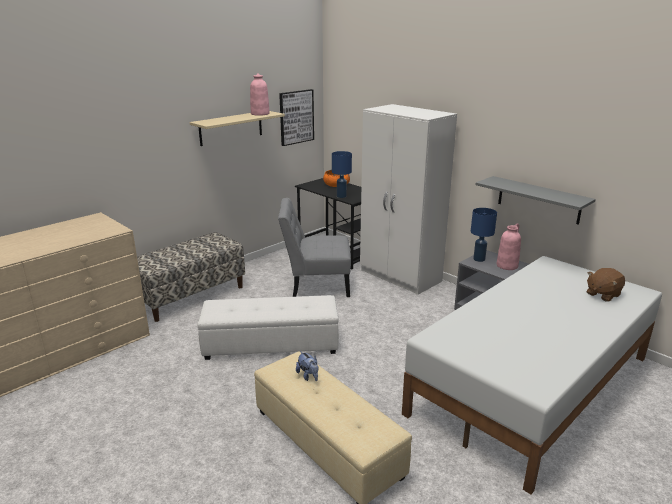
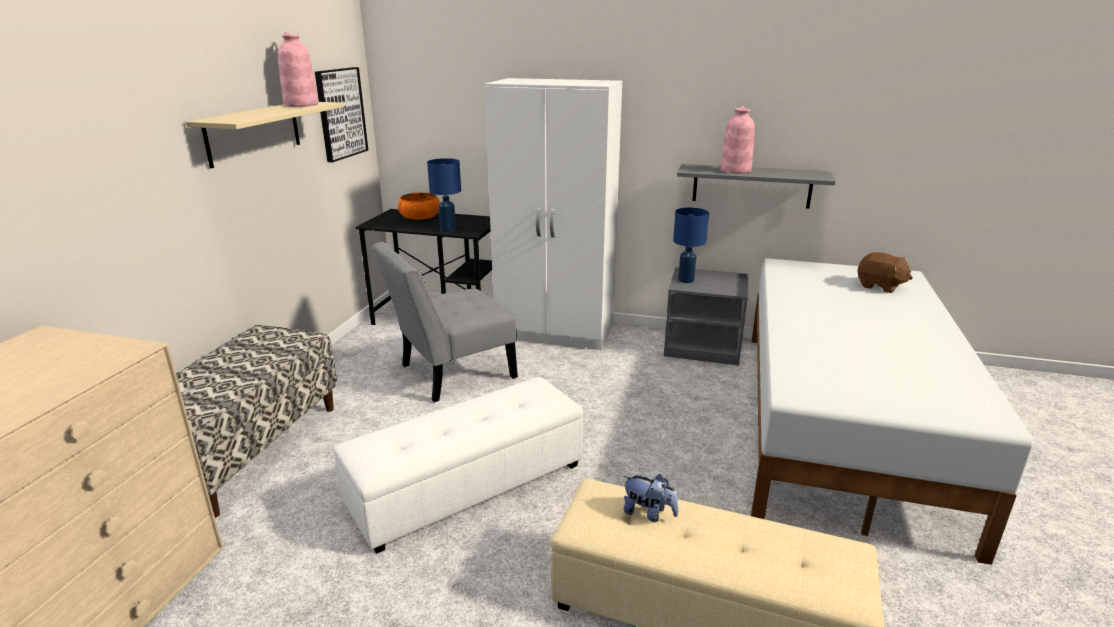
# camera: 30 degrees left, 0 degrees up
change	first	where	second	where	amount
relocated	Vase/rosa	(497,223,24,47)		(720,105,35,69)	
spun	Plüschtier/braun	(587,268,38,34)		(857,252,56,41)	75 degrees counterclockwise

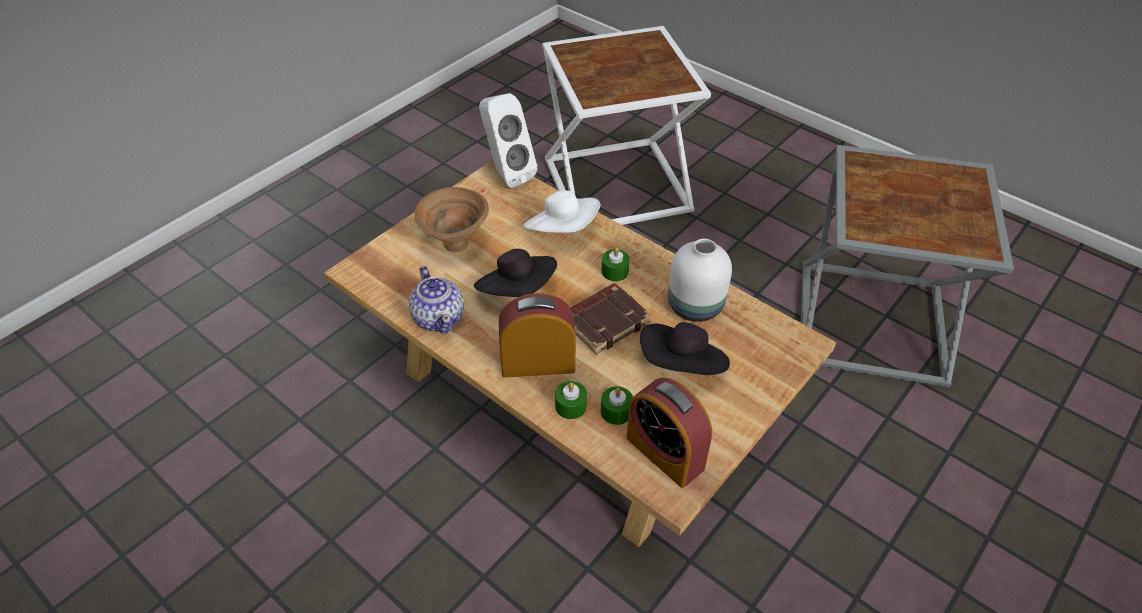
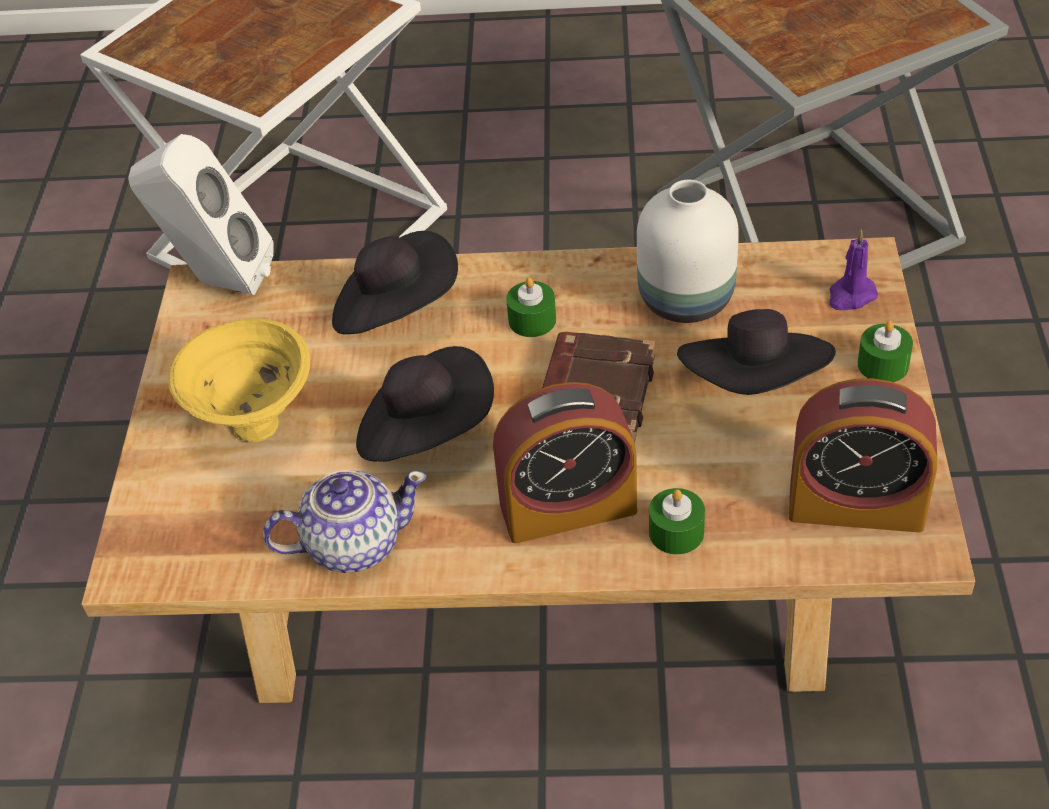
# camera: 35 degrees left, 0 degrees up
change	first	where	second	where	amount
colour	Schüssel/braun	(414,187,75,65)	Schüssel/gelb	(168,318,142,124)	
spun	Teekanne	(409,266,55,68)		(263,470,164,103)	45 degrees counterclockwise
colour	Hut/weiß	(523,190,77,43)	Hut/schwarz	(332,231,126,103)	
spun	Wecker	(499,293,77,85)		(493,382,144,161)	150 degrees counterclockwise
appeared			Kerze/lila	(829,229,49,81)	
relocated	Kerze/grün	(601,386,32,39)		(858,321,55,61)	

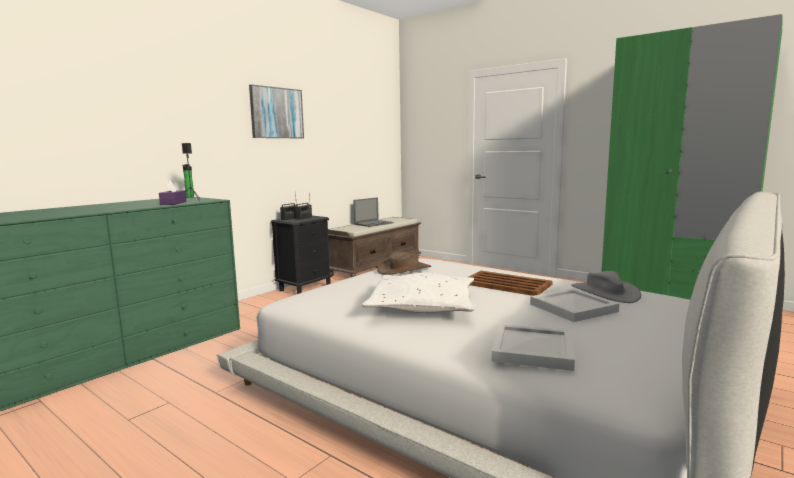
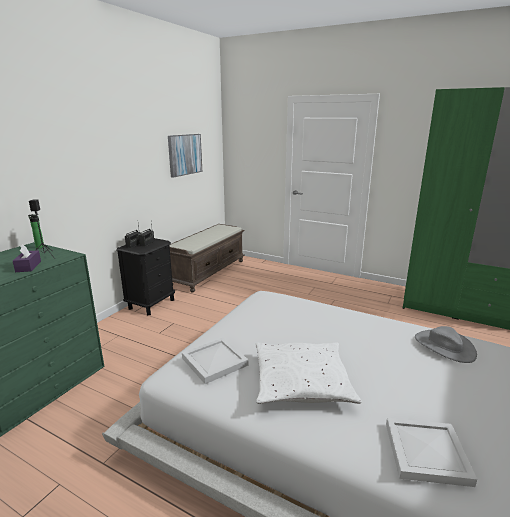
# camera: 10 degrees left, 10 degrees up
change	first	where	second	where	amount
relocated	Bild	(249,84,55,54)		(168,134,34,44)	
relocated	Tablett/weiß	(530,288,89,34)		(182,338,66,46)	
missing	Laptop	(353,197,40,30)			
missing	Hut/braun	(377,252,54,23)			
missing	Tablett/braun	(469,271,83,25)			

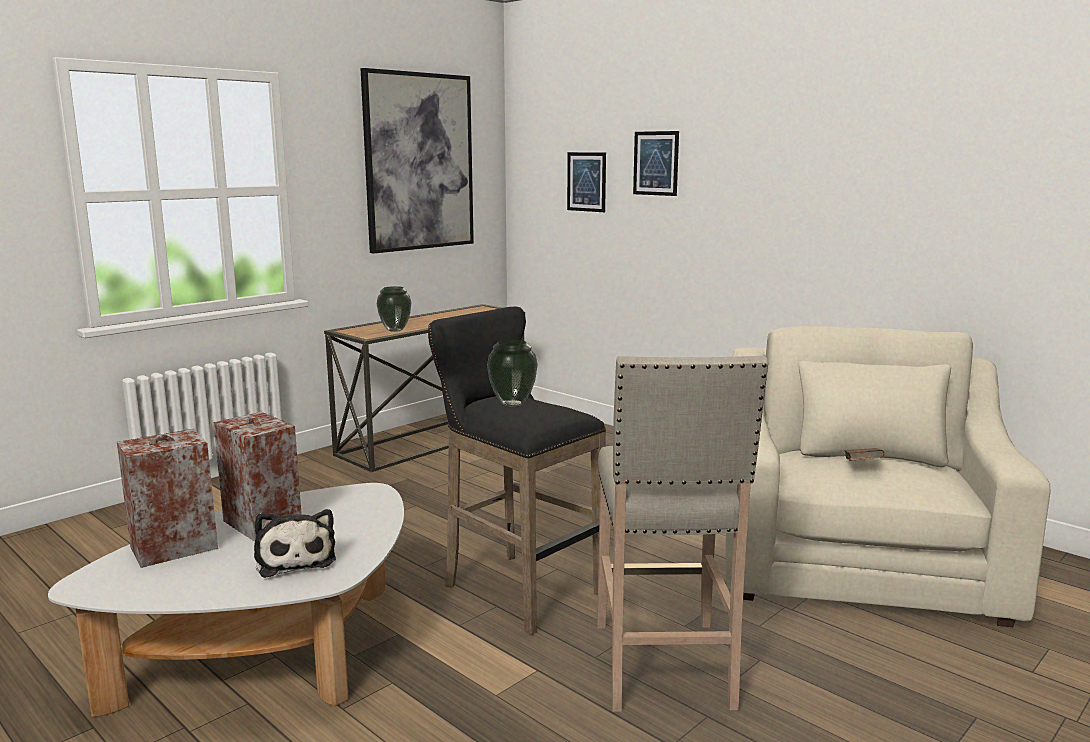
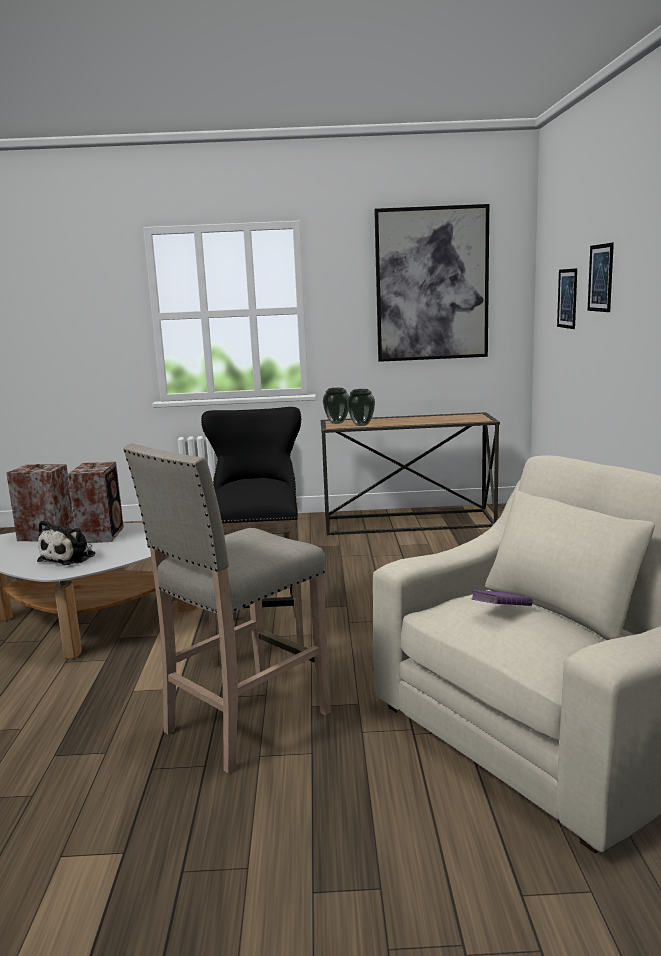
# camera: 45 degrees right, 0 degrees up
change	first	where	second	where	amount
relocated	Vase	(487,340,51,66)		(323,388,26,36)	
colour	Buch/braun	(844,448,40,13)	Buch/lila	(471,590,62,16)	

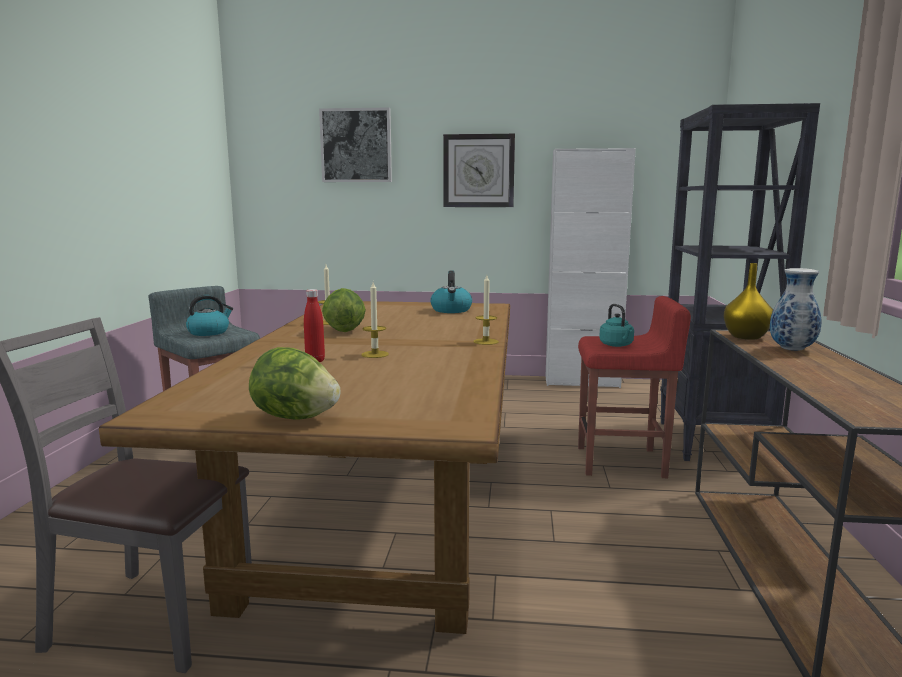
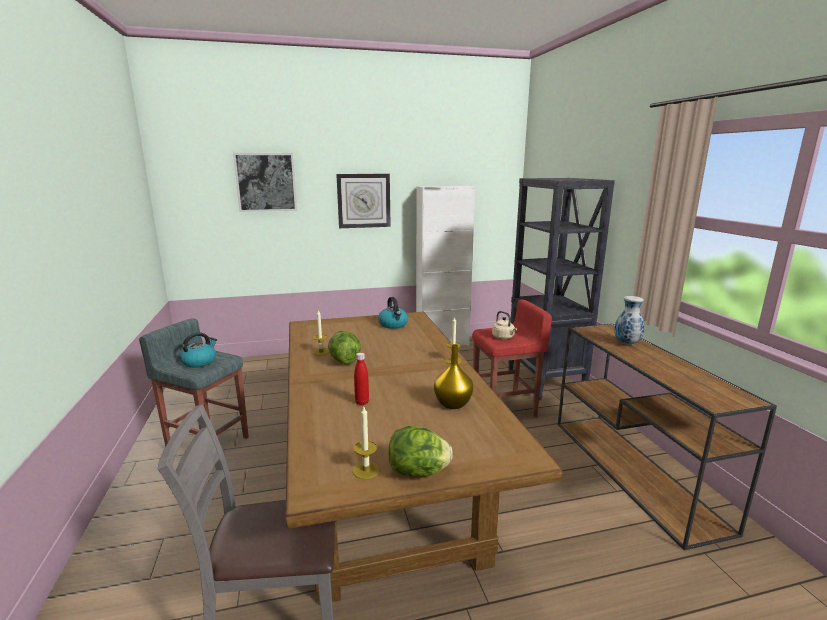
# camera: 20 degrees left, 5 degrees up
change	first	where	second	where	amount
relocated	Kerze	(361,282,28,76)		(353,407,27,72)	
relocated	Vase/gelb	(724,263,49,77)		(434,344,39,65)	
colour	Wasserkessel/türkis	(599,304,35,43)	Wasserkessel/beige	(492,311,25,28)	

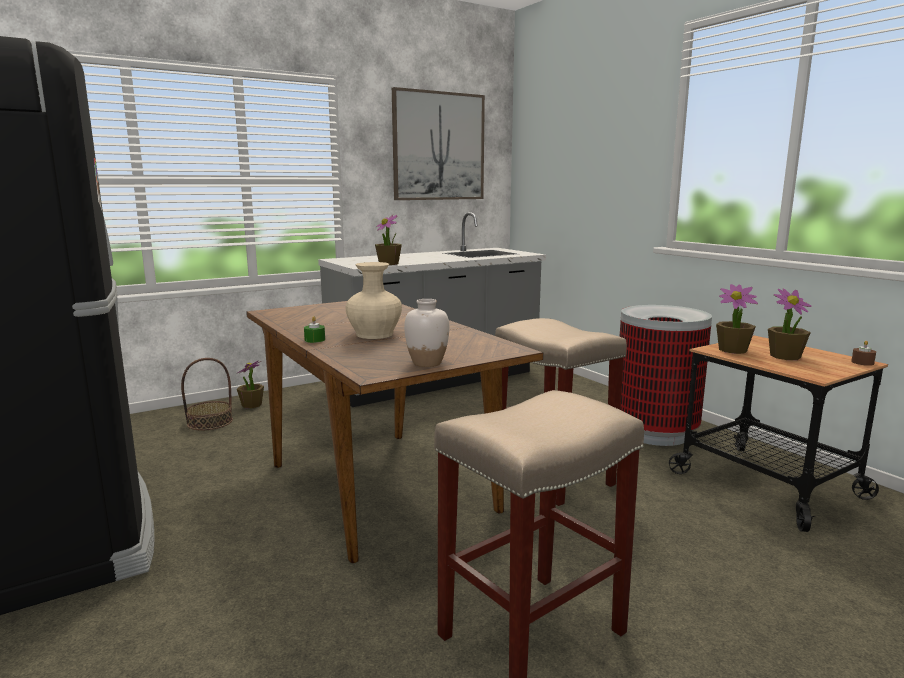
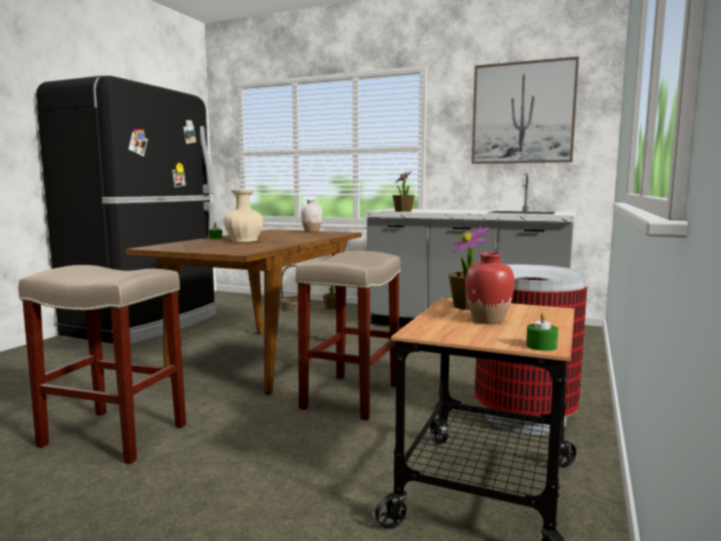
# camera: 55 degrees right, 5 degrees down
change	first	where	second	where	amount
relocated	Vase/weiß	(404,299,45,68)		(301,200,22,32)	
exchanged	Topfpflanze	(768,289,44,71)	Vase/rot	(465,252,49,72)	
colour	Kerze/braun	(851,340,25,26)	Kerze/grün	(526,312,32,39)	

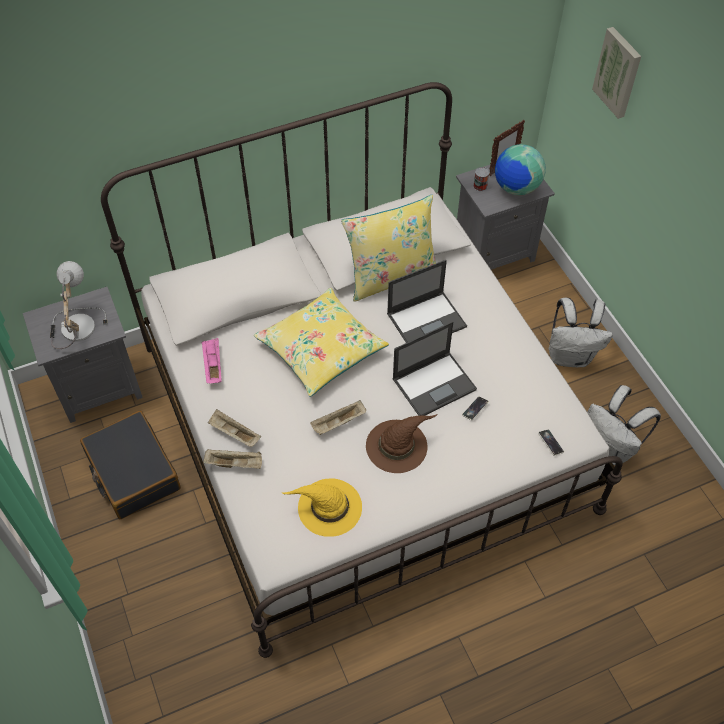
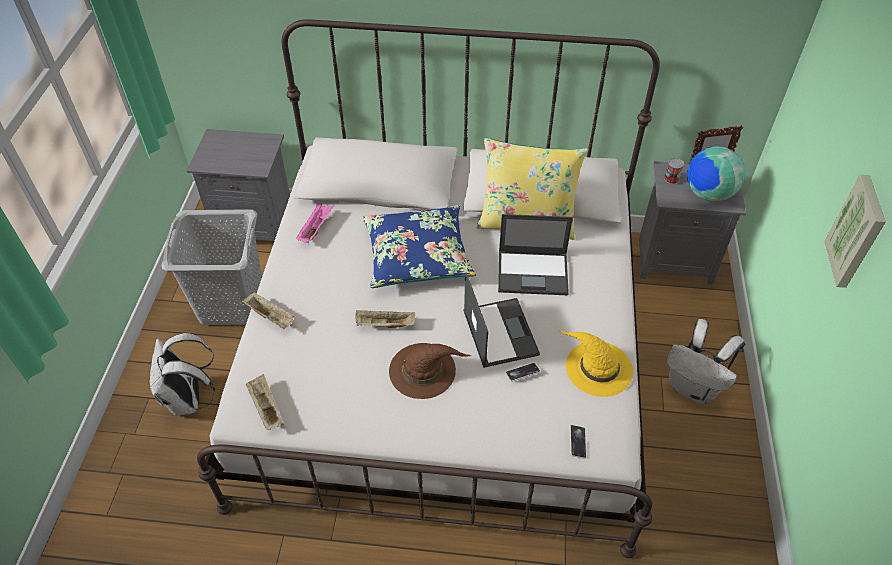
# camera: 30 degrees right, 5 degrees down
change	first	where	second	where	amount
relocated	Rucksack/weiß	(587,385,74,80)		(150,333,65,83)	
exchanged	Koffer/schwarz	(80,411,101,108)	Wäschekorb/grau	(162,209,100,115)	
relocated	Tablett/beige	(208,409,53,38)		(246,374,38,56)	
colour	Kissen/gelb	(254,288,135,109)	Kissen/blau	(362,205,114,83)	
spun	Laptop	(392,321,85,95)		(464,273,76,95)	105 degrees counterclockwise
relocated	Hut/gelb	(282,479,80,58)		(559,330,74,67)	
relocated	Bild	(592,27,49,92)		(824,175,62,113)	
missing	Tischlampe	(50,261,58,88)			

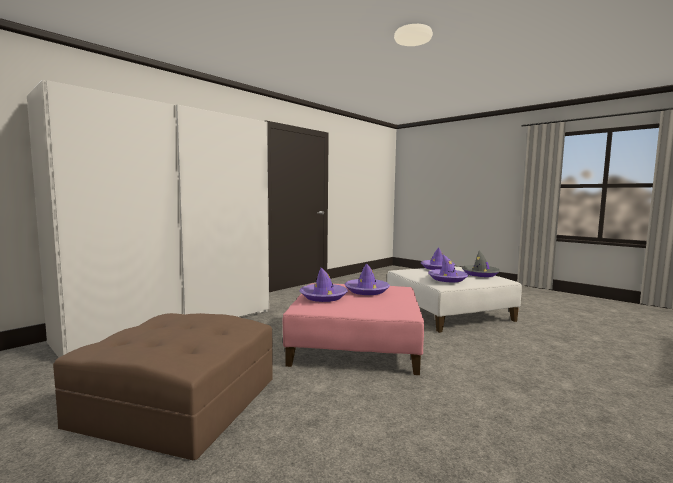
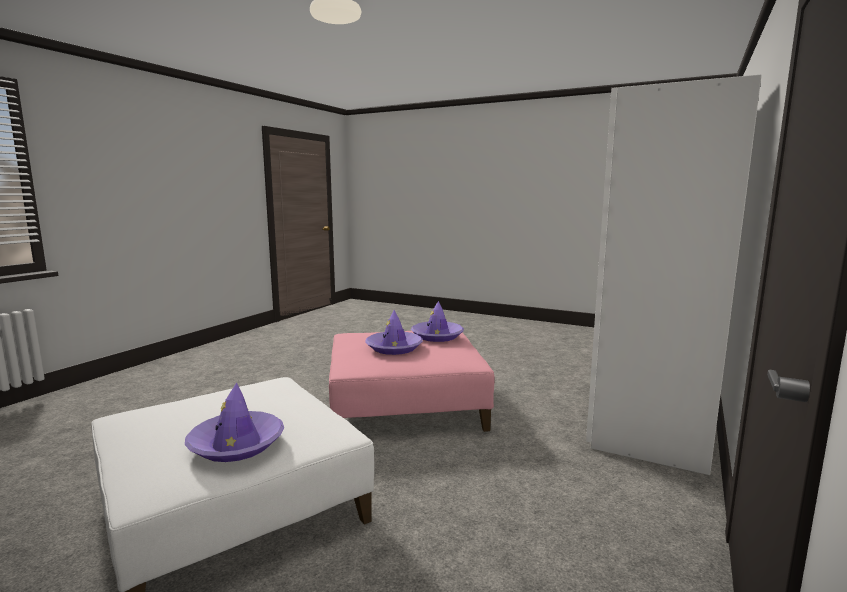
# camera: 165 degrees right, 5 degrees up
change	first	where	second	where	amount
missing	Polsterhocker/braun	(53,313,220,147)			
missing	Hut/lila	(428,254,41,28)			
missing	Hut/grau	(462,251,38,26)			

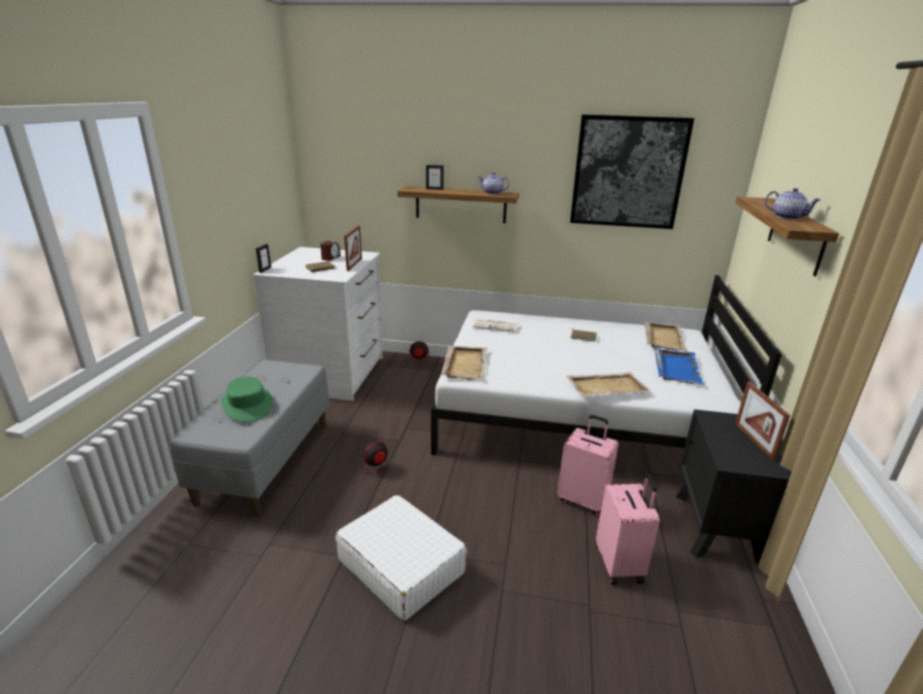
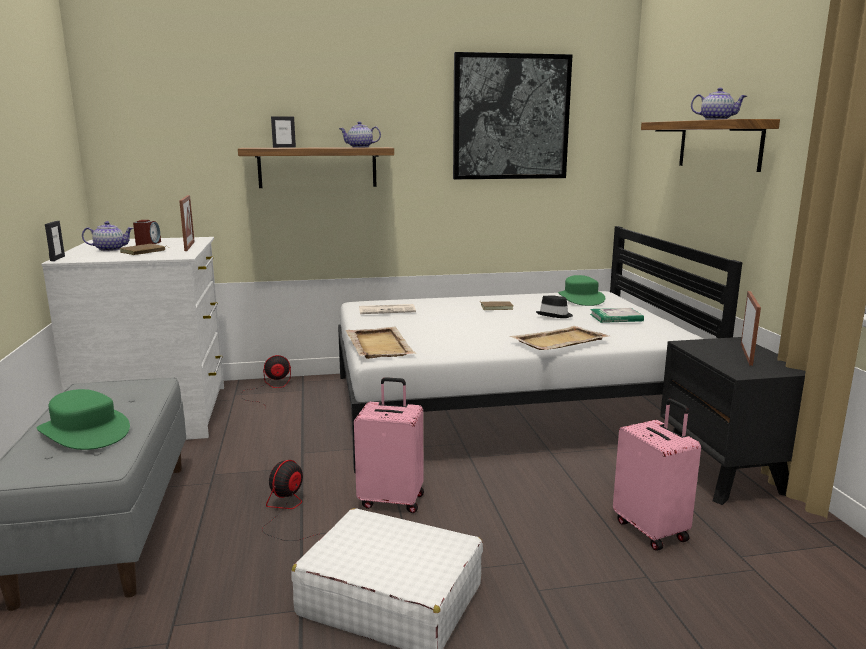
# camera: 20 degrees left, 10 degrees down
change	first	where	second	where	amount
appeared			Teekanne	(82,221,51,30)	
relocated	Koffer/rosa	(558,415,61,102)		(354,377,70,136)	
appeared			Hut/schwarz	(536,295,37,23)	
exchanged	Tablett/beige	(644,321,43,30)	Hut/grün	(558,275,47,31)	
exchanged	Tablett/blau	(654,348,50,37)	Buch	(590,308,54,15)	
spun	Bilderrahmen	(735,382,55,78)		(741,291,20,75)	135 degrees counterclockwise

